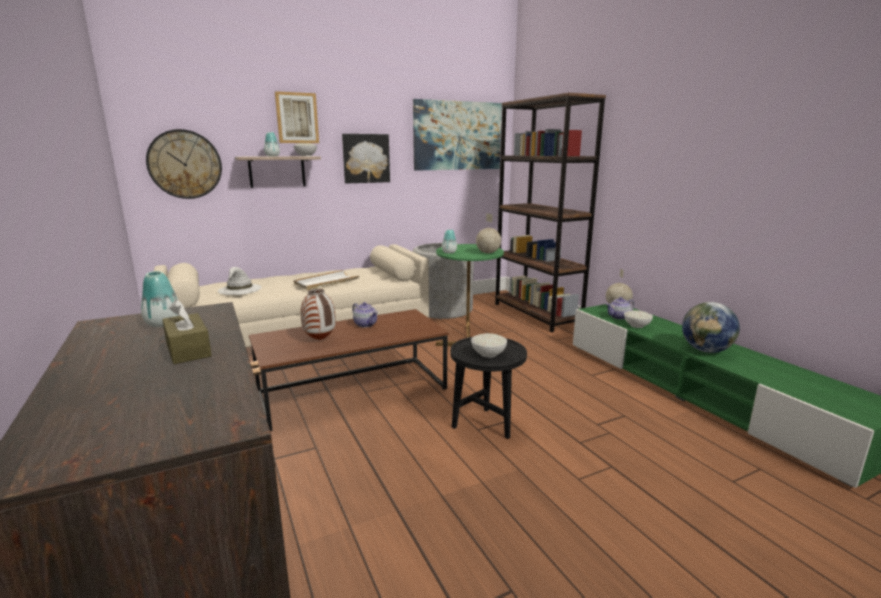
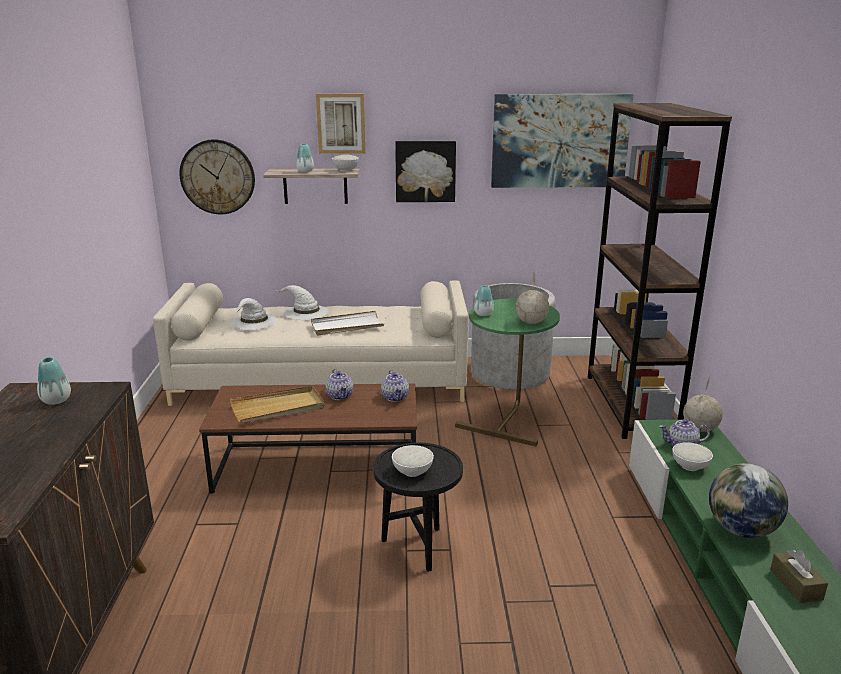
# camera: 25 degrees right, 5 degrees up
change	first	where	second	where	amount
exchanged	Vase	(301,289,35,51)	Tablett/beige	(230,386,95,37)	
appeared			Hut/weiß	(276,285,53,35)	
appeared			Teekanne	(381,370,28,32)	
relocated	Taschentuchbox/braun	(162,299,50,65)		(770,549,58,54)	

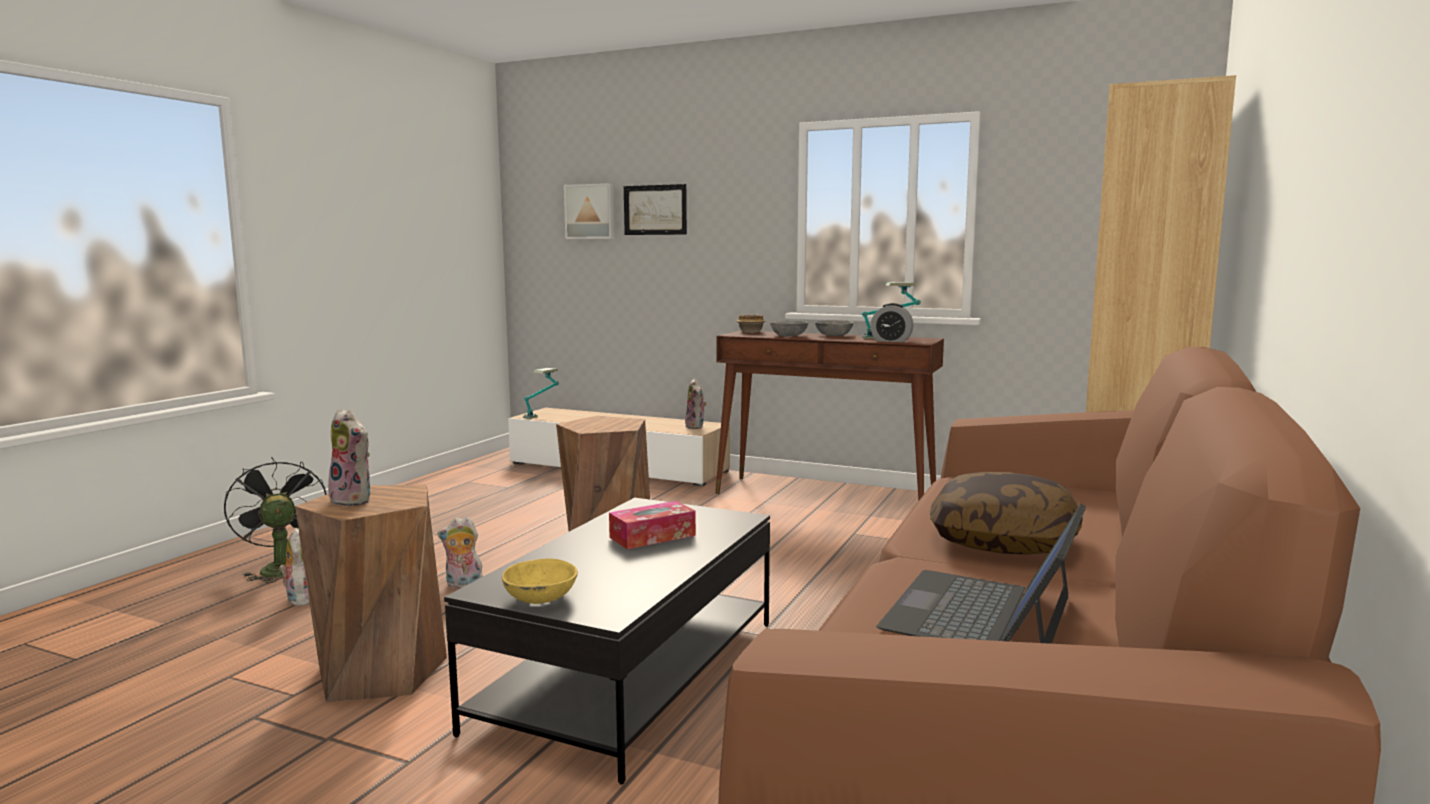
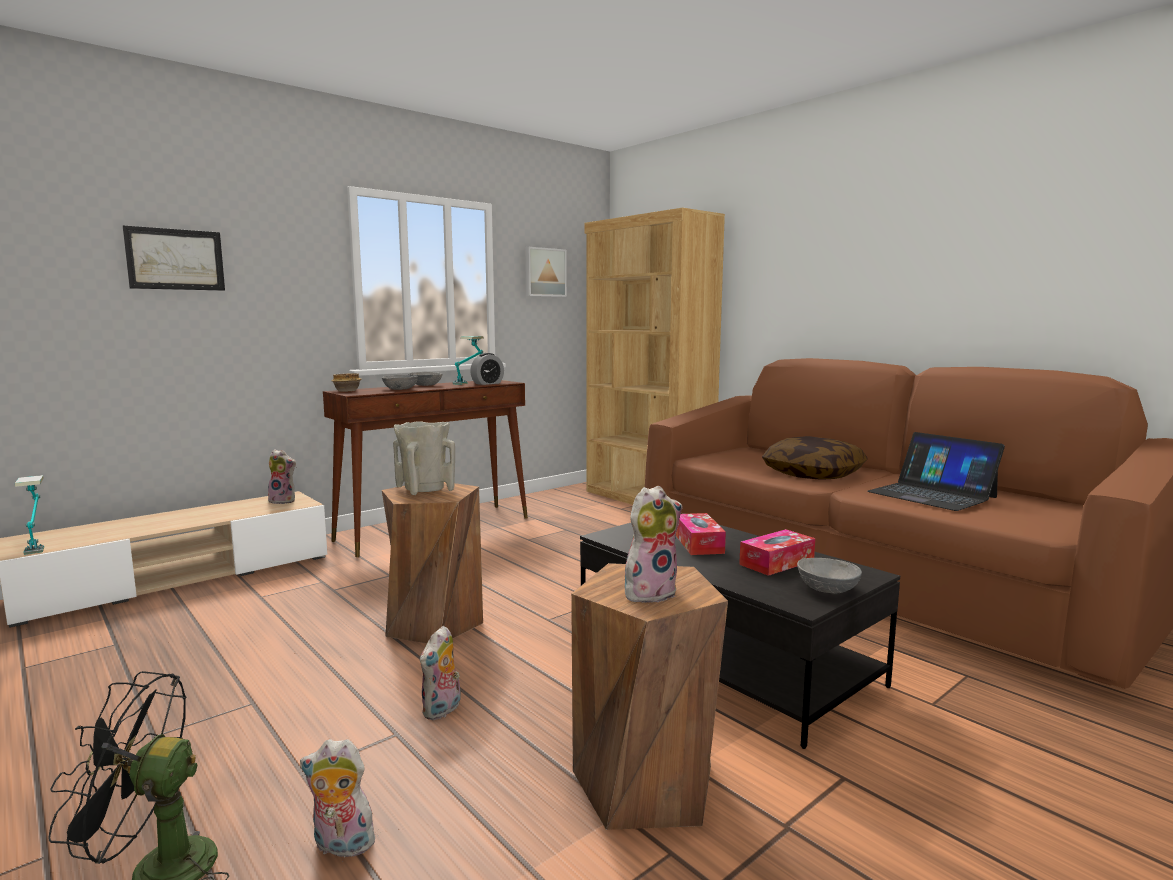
# camera: 65 degrees left, 0 degrees up
change	first	where	second	where	amount
appeared			Vase/beige	(393,421,62,74)	
relocated	Bild	(564,183,51,56)		(525,247,42,50)	
appeared			Taschentuchbox	(739,529,76,47)	
colour	Schüssel/gelb	(502,559,76,45)	Schüssel/grau	(797,558,65,35)	

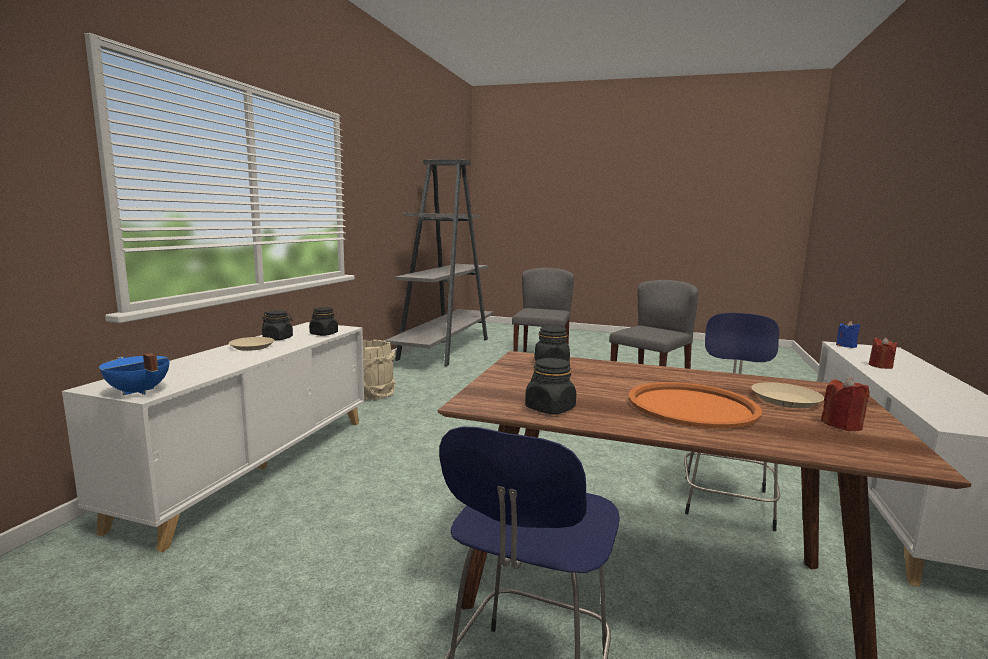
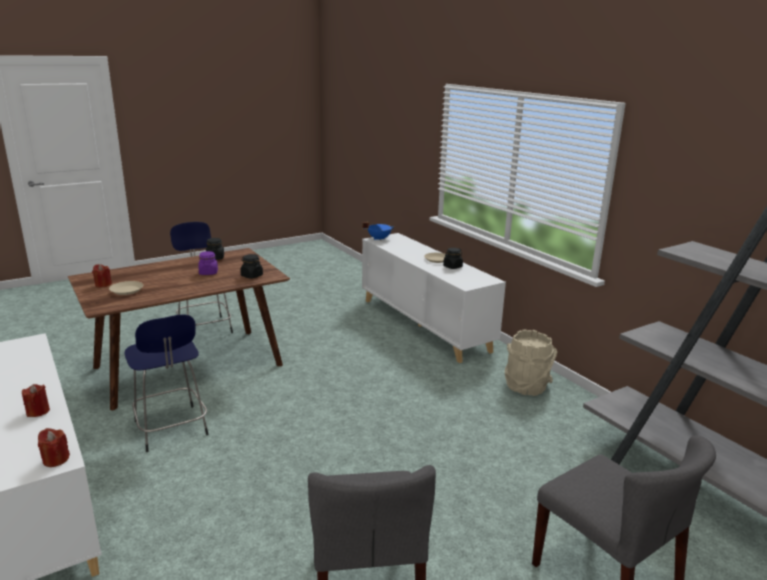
# camera: 130 degrees right, 10 degrees up
change	first	where	second	where	amount
colour	Kerze/blau	(836,321,24,27)	Kerze/rot	(38,428,32,39)	
appeared			Vorratsglas/lila	(198,251,20,24)	
missing	Vorratsglas/schwarz	(309,307,29,29)			
missing	Tablett/orange	(629,382,133,47)			

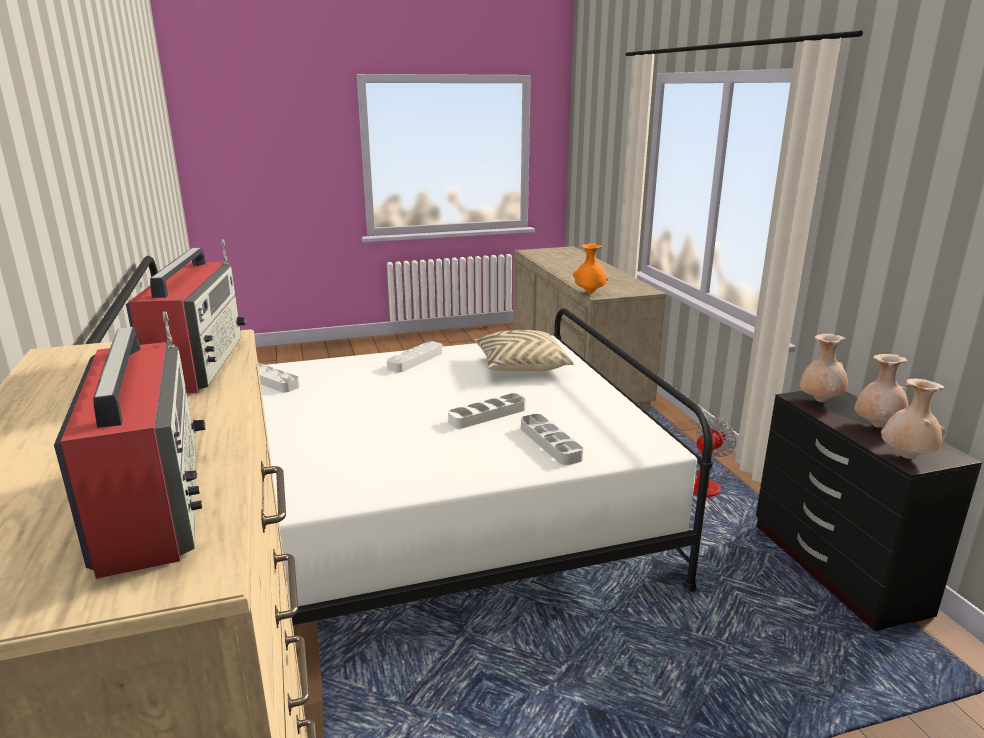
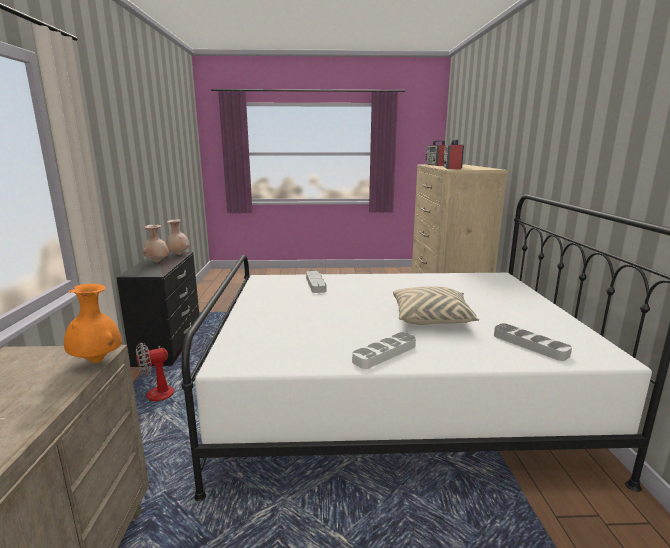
# camera: 165 degrees left, 5 degrees down
change	first	where	second	where	amount
relocated	Kissen/beige	(474,330,100,41)		(393,287,87,38)	
missing	Tablett/weiß	(448,393,78,36)			
missing	Vase/beige	(799,334,49,68)			

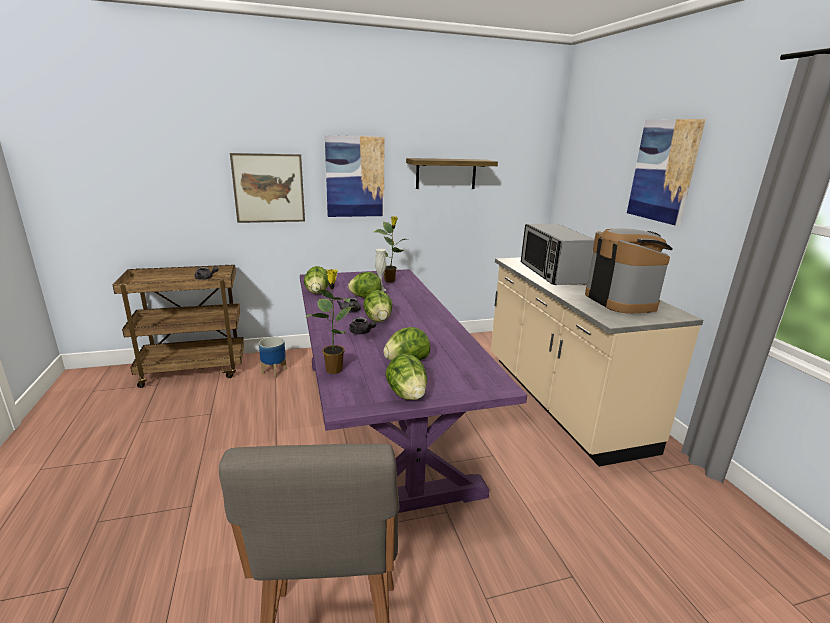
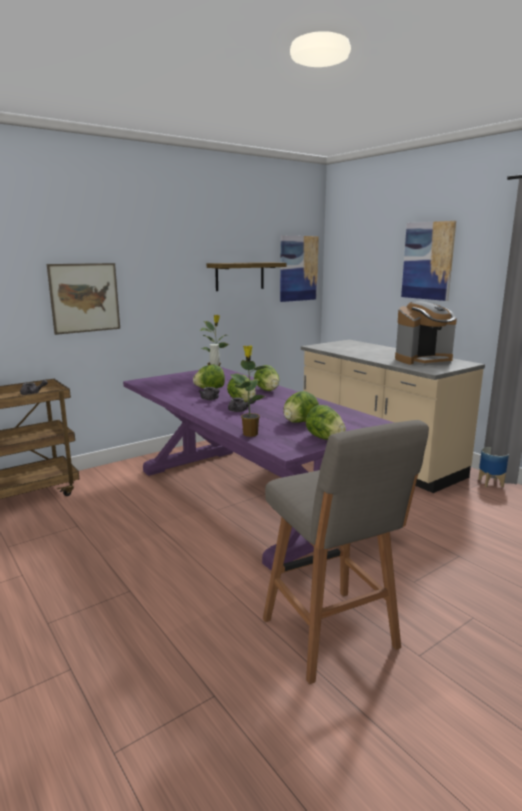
# camera: 20 degrees left, 5 degrees down
change	first	where	second	where	amount
relocated	Salatkopf	(304,266,25,28)		(254,365,25,26)	
relocated	Bild	(325,135,60,82)		(280,236,39,66)	
spun	Kaffeemaschine	(585,229,88,84)		(395,301,62,65)	105 degrees clockwise
relocated	Pflanzkübel	(259,337,28,40)		(478,447,31,40)	
missing	Mikrowelle	(521,224,73,61)			

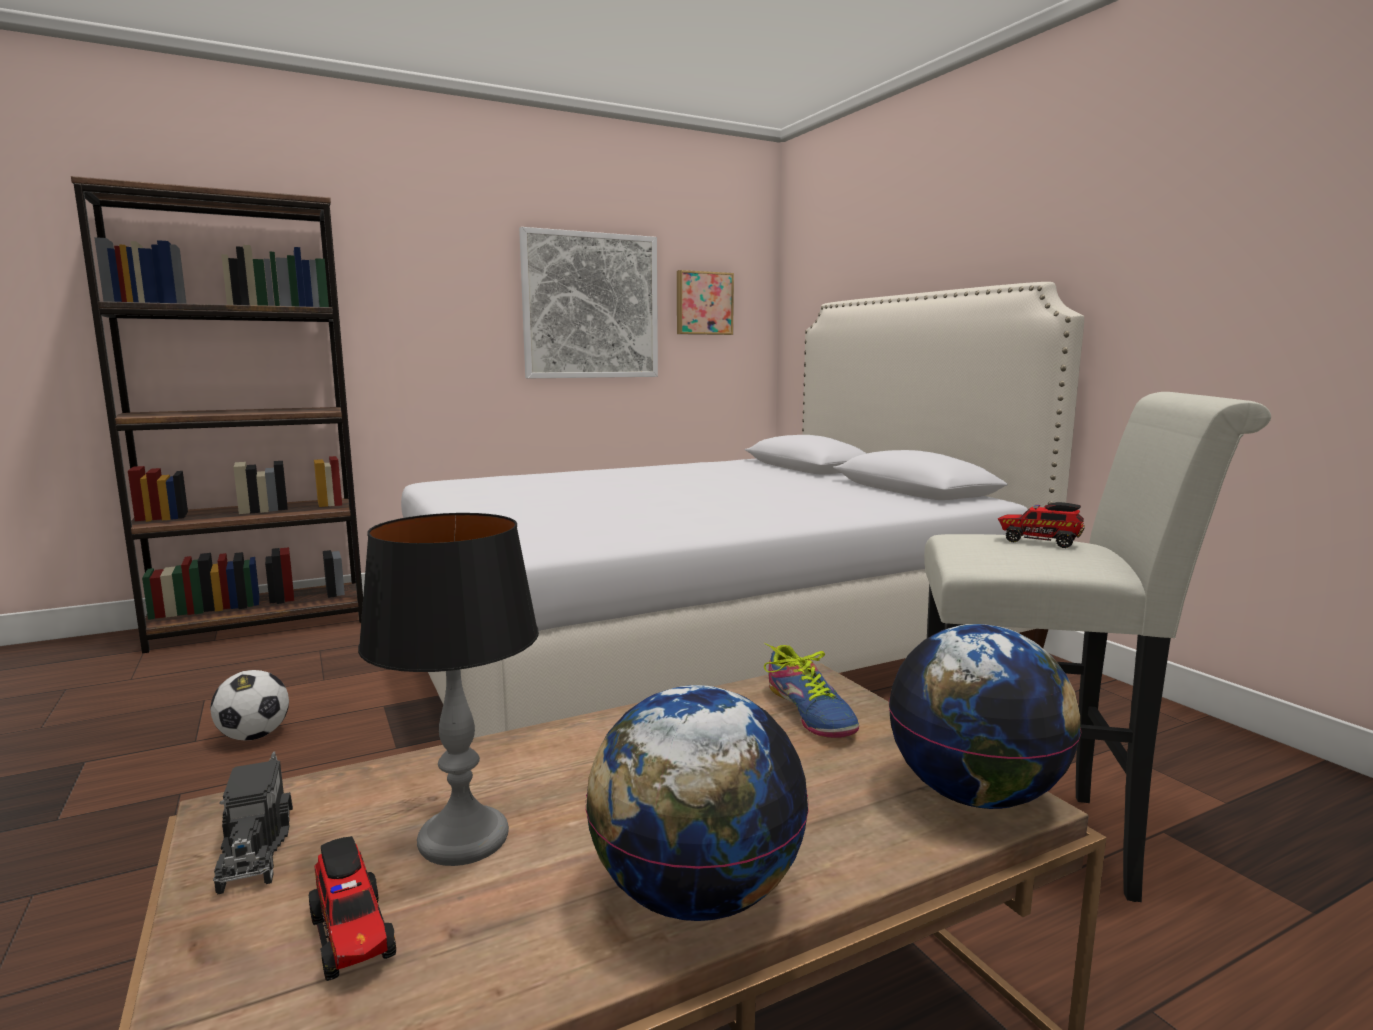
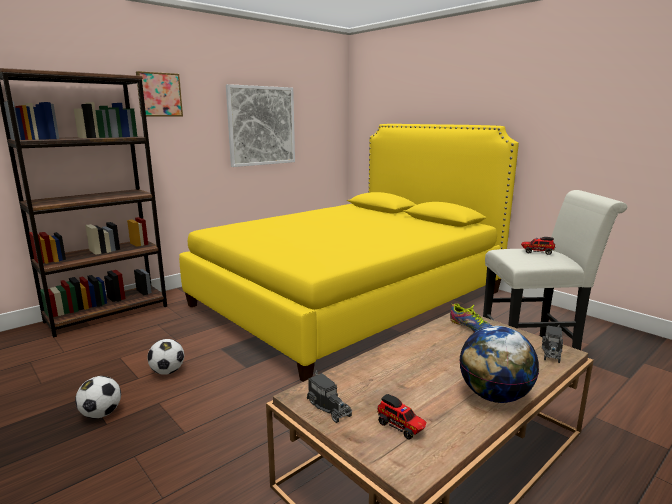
# camera: 15 degrees left, 5 degrees up
change	first	where	second	where	amount
appeared			Fußball	(75,376,46,43)	
relocated	Bild	(677,270,57,65)		(136,71,47,45)	
colour	Bett/weiß	(401,282,683,456)	Bett/gelb	(179,124,340,258)	
exchanged	Globus	(889,624,192,185)	Spielzeuglaster	(542,325,21,38)	
missing	Tischlampe	(358,513,181,353)			

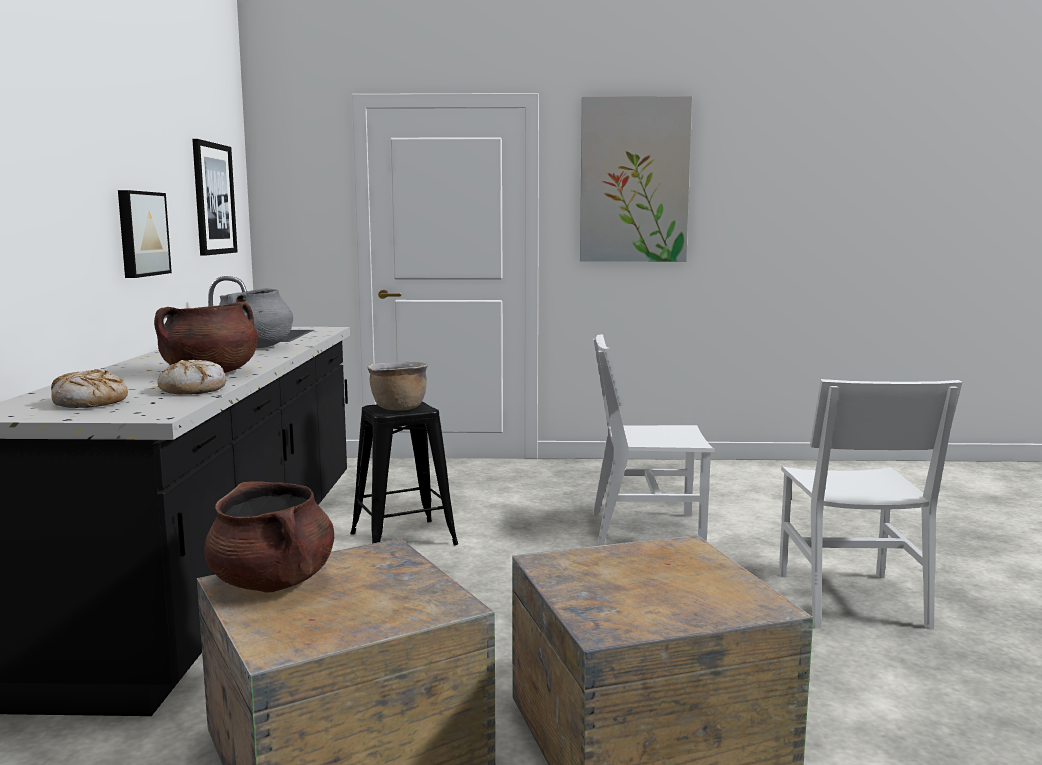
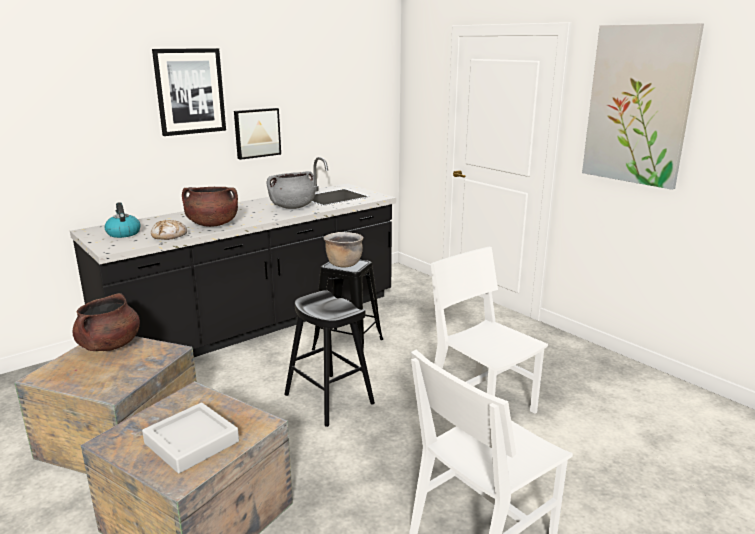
# camera: 50 degrees right, 10 degrees up
change	first	where	second	where	amount
exchanged	Brot	(51,369,77,39)	Wasserkessel	(105,202,35,36)	
appeared			Tablett/grau	(142,402,97,71)	
relocated	Bild	(192,139,46,117)		(152,48,74,88)	
appeared			Hocker/schwarz	(284,290,91,137)	

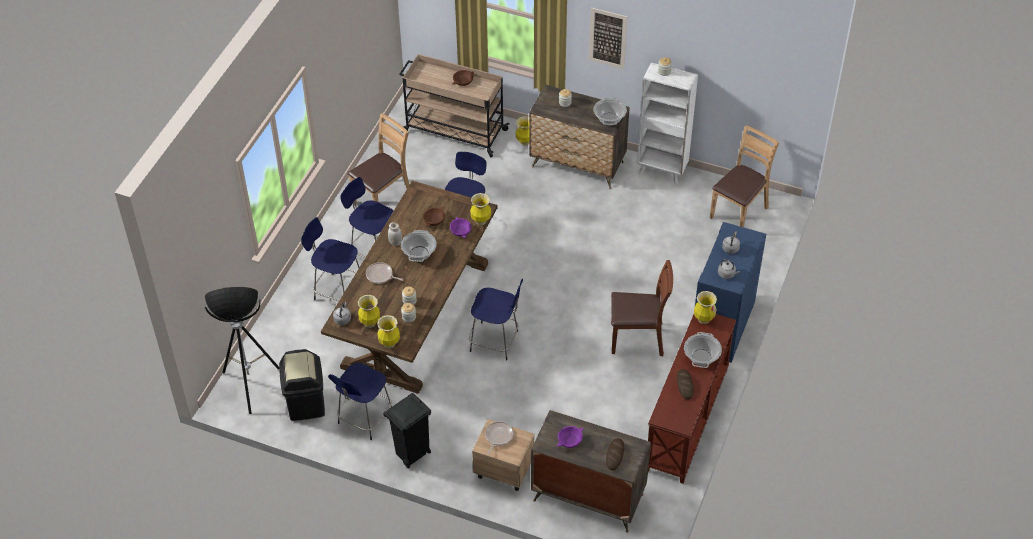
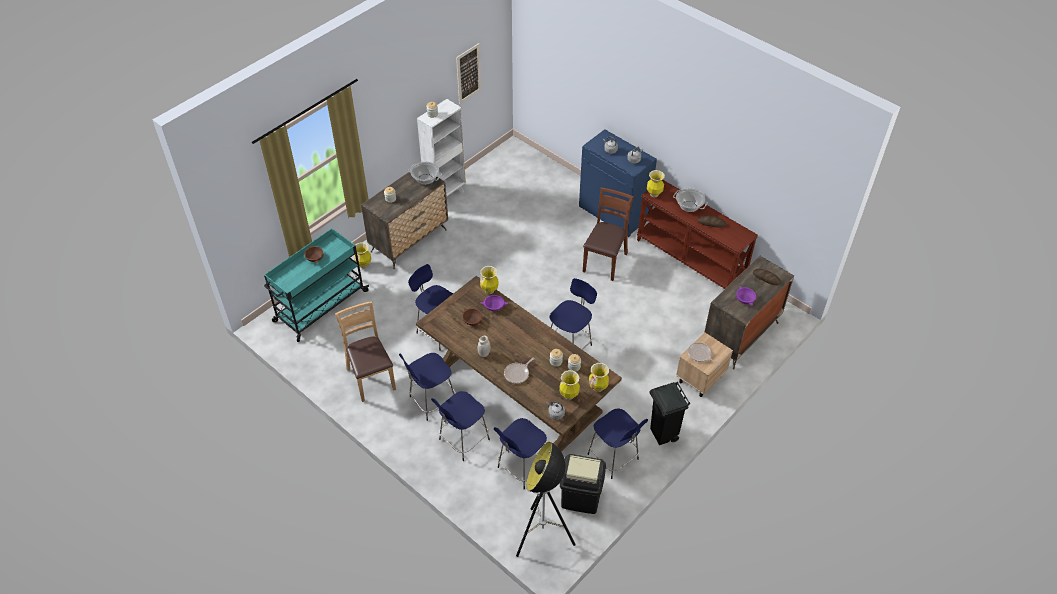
# camera: 70 degrees left, 0 degrees up
change	first	where	second	where	amount
colour	Rollwagen/beige	(399,54,111,103)	Rollwagen/türkis	(264,228,105,114)	
relocated	Bild	(589,7,38,62)		(456,43,25,61)	
appeared			Hocker/blau	(494,418,53,71)	
missing	Kochtopf	(401,230,36,32)			
missing	Stuhl/braun	(710,125,69,102)			

